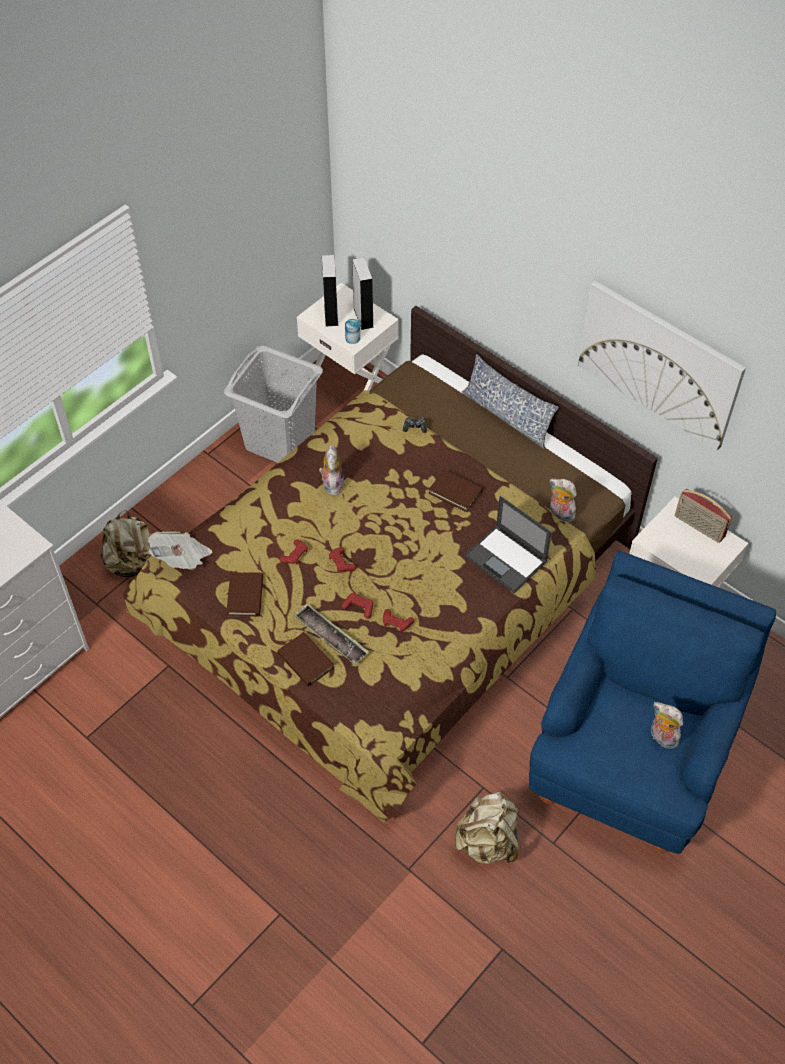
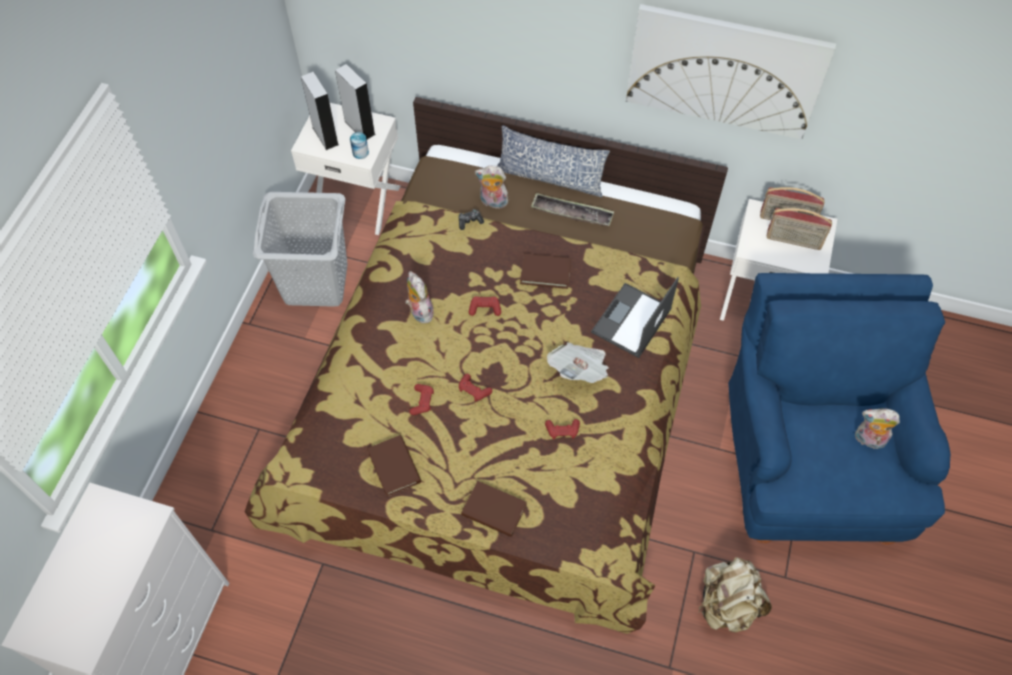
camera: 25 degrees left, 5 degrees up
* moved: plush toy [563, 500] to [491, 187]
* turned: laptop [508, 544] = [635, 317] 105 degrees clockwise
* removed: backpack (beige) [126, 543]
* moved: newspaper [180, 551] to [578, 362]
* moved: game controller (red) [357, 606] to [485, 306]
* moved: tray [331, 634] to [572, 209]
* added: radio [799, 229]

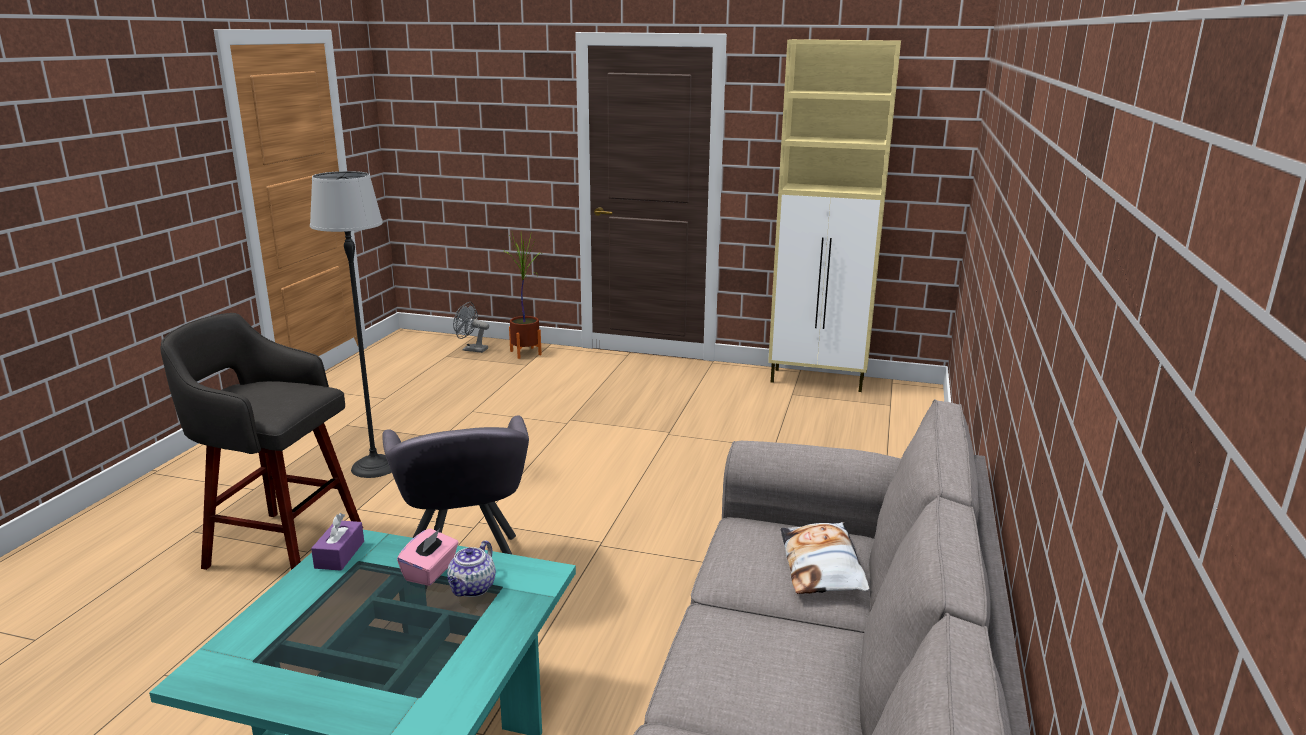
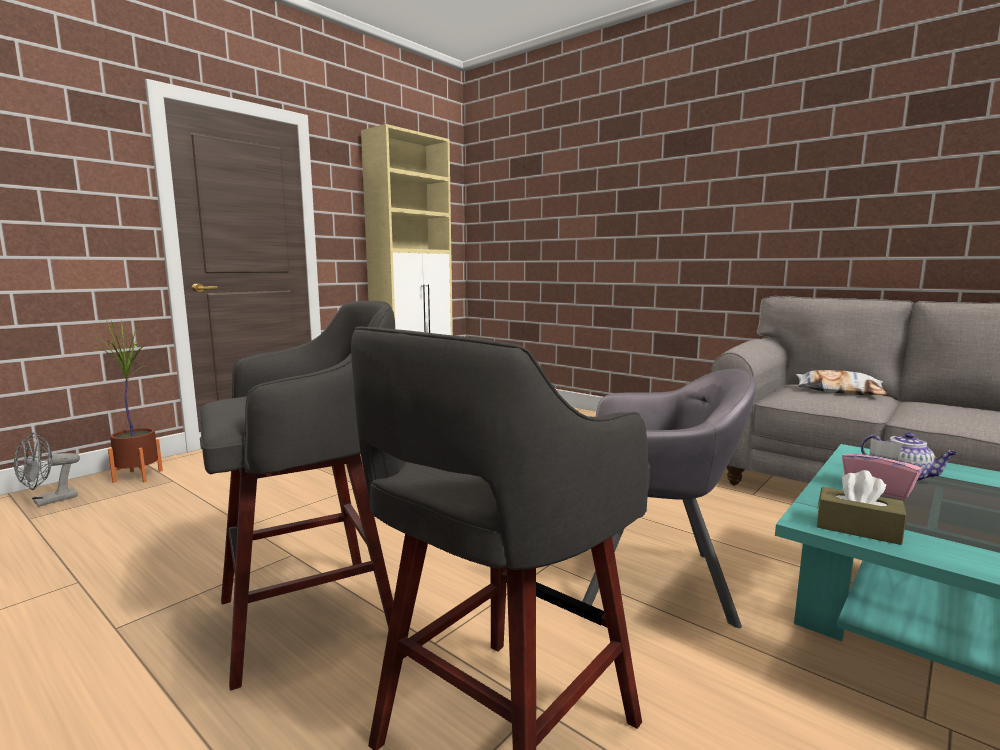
camera: 65 degrees left, 10 degrees down
* replaced: floor lamp [351, 324] to stool (grey) [297, 495]
* recoloured: tissue box (purple) [337, 542] to tissue box (brown) [862, 507]

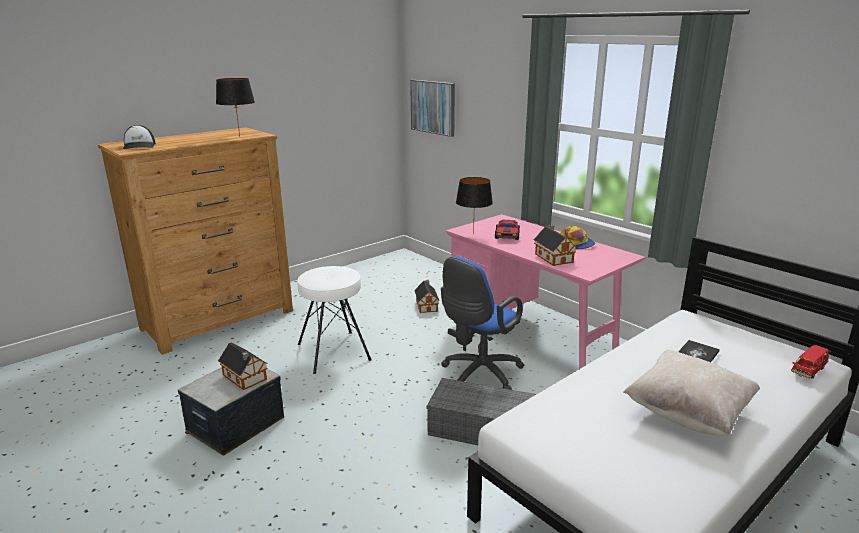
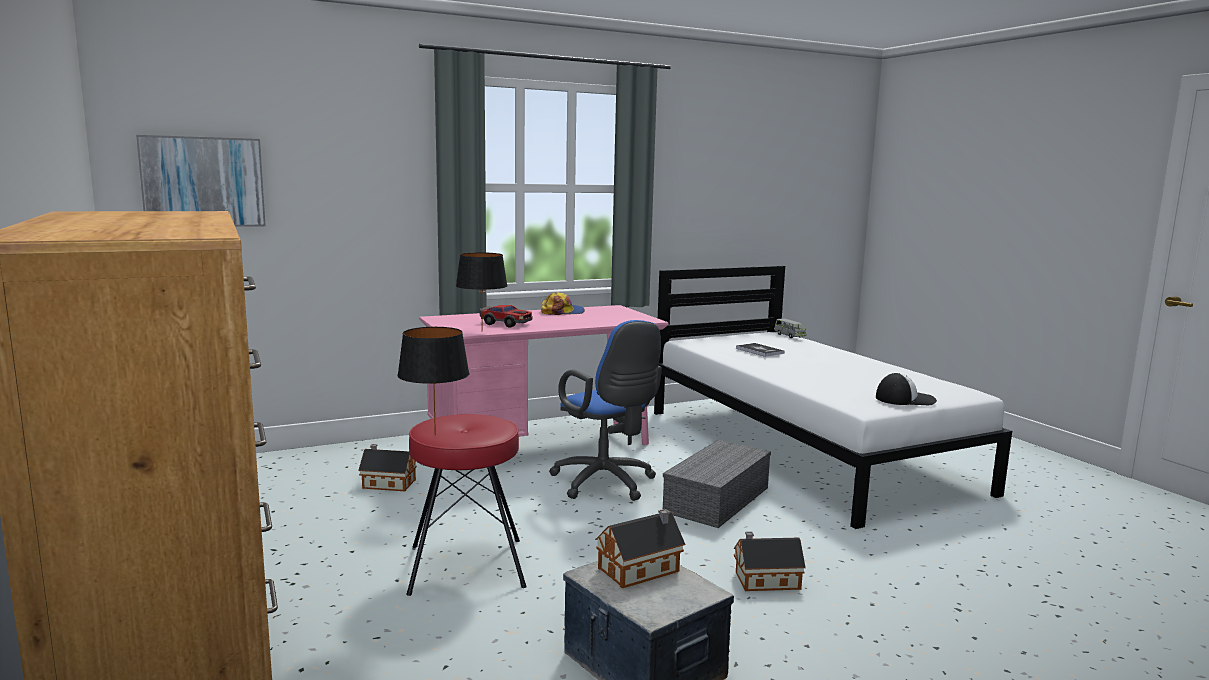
camera: 75 degrees left, 10 degrees down
* moved: table lamp (black) [235, 107] to [433, 381]
* moved: cap [139, 137] to [906, 389]
* moved: toy house [555, 245] to [770, 561]
* recoloured: stool (white) [335, 320] to stool (red) [466, 505]
* recoloured: toy car (red) [810, 362] to toy car (grey) [790, 328]
* removed: pillow (beige) [691, 393]

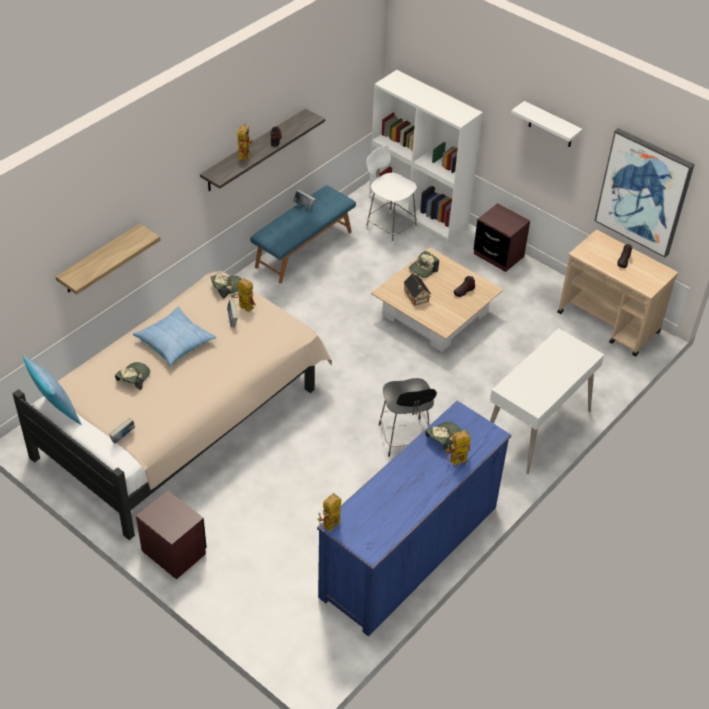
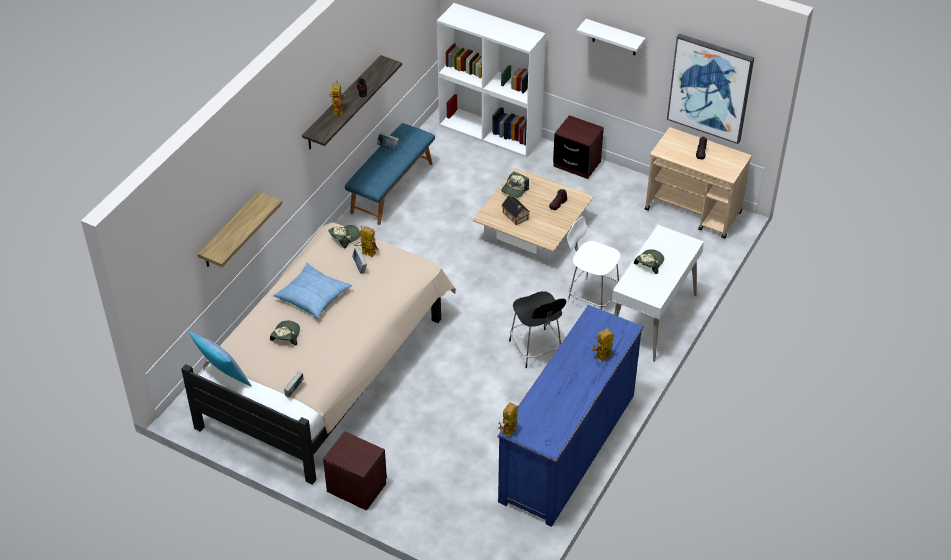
camera: 10 degrees left, 0 degrees up
* moved: stool (white) [391, 195] to [593, 263]
* moved: cap [443, 437] to [649, 261]

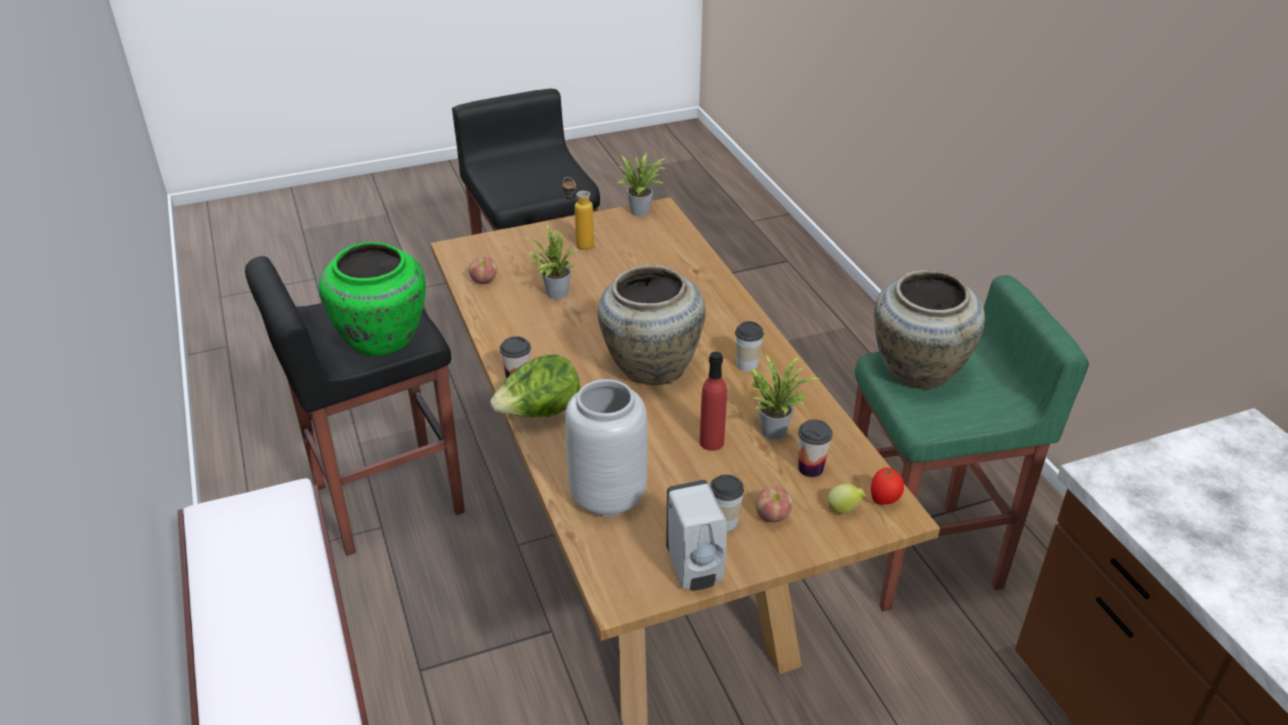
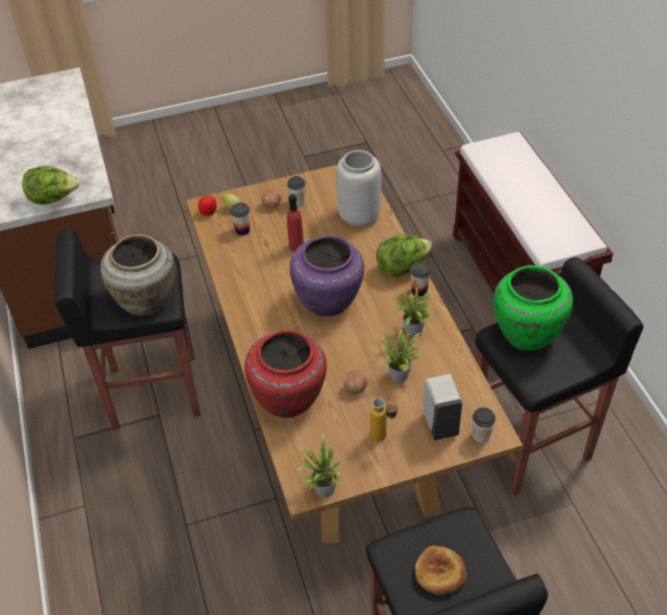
camera: 175 degrees left, 10 degrees up
* moved: apple [483, 270] to [356, 382]
* recoloured: vase (beige) [651, 325] to vase (purple) [327, 276]
* recoloured: stool (green) [971, 443] to stool (black) [127, 329]
* moved: cup [749, 346] to [484, 425]
* moved: potted plant [785, 396] to [412, 312]
* moved: soap dispenser (white) [696, 535] to [442, 407]
* added: lettuce [51, 185]
* added: vase (red) [285, 374]
* added: bread [441, 570]

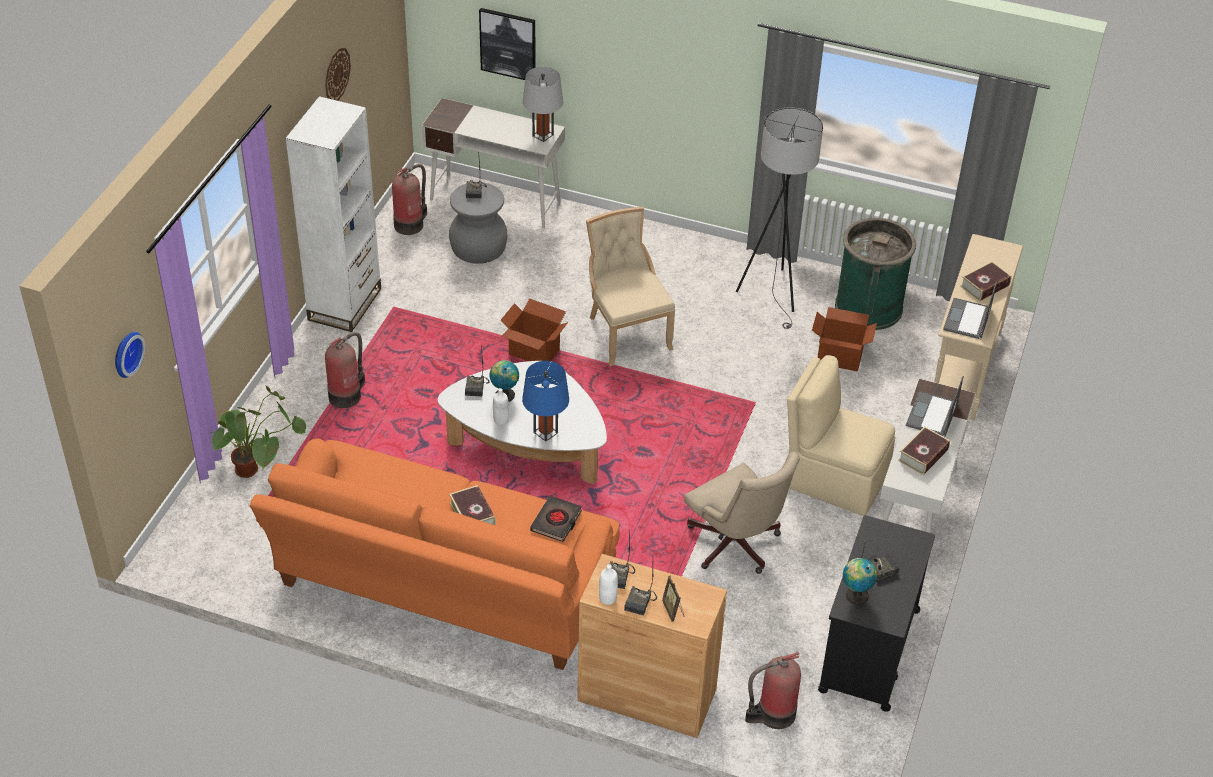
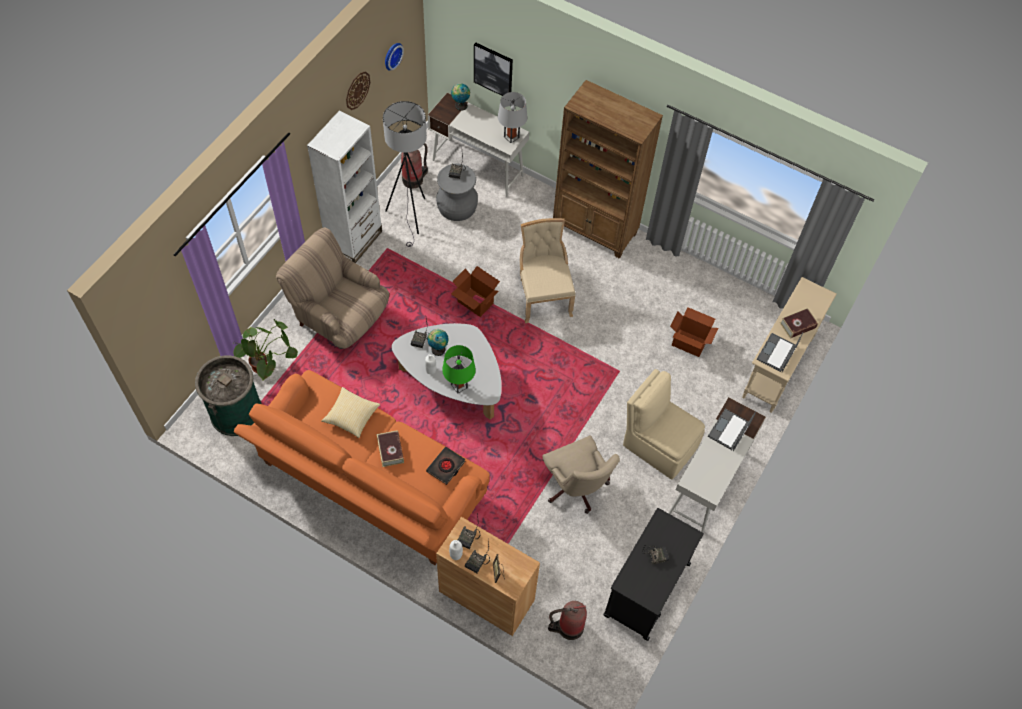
camera: 10 degrees right, 15 degrees up
* moved: floor lamp (grey) [779, 218] to [405, 174]
* moved: trash can (green) [875, 274] to [228, 395]
* moved: wall clock [130, 355] to [394, 57]
* replaced: fire extinguisher [345, 370] to armchair (beige) [332, 288]
* recoloured: table lamp (blue) [545, 401] to table lamp (green) [459, 369]
* removed: book [924, 450]
* moved: globe [860, 581] to [460, 97]
* added: bookcase (brown) [608, 169]
* added: pillow [350, 412]

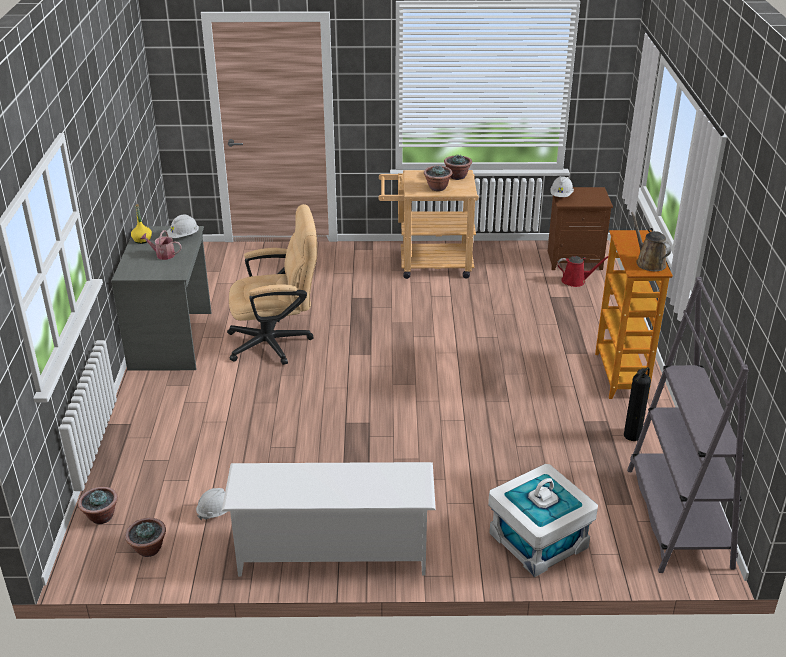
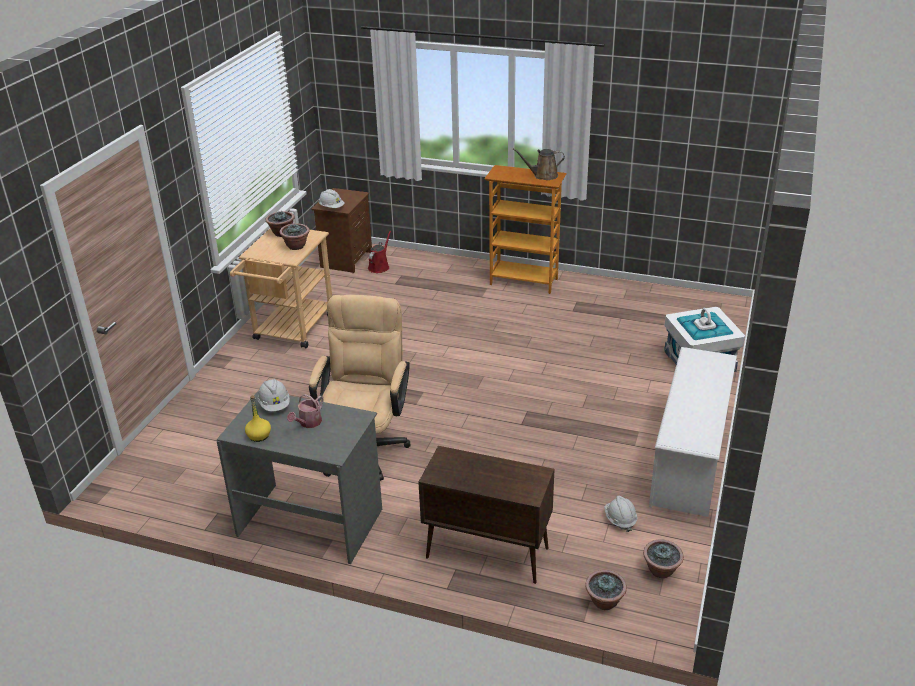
camera: 70 degrees left, 0 degrees up
* removed: bookcase (grey) [688, 425]
* removed: fire extinguisher [637, 404]
* added: cabinet (brown) [486, 515]

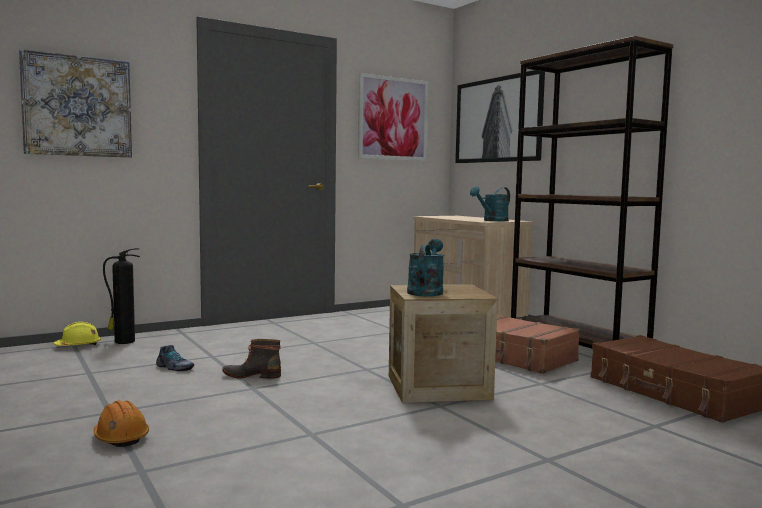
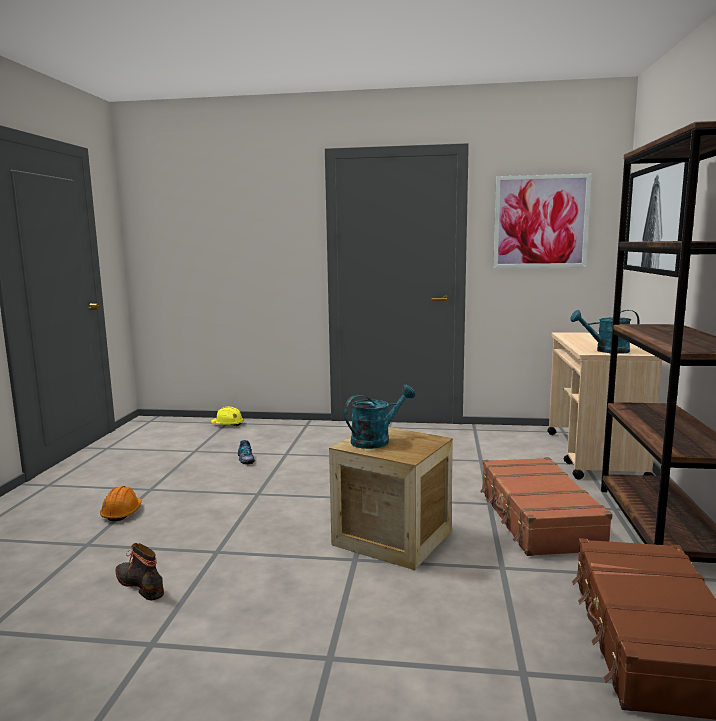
camera: 40 degrees right, 5 degrees up
* removed: picture [75, 103]
* removed: fire extinguisher [121, 296]
* moved: boot [251, 359] to [139, 571]

